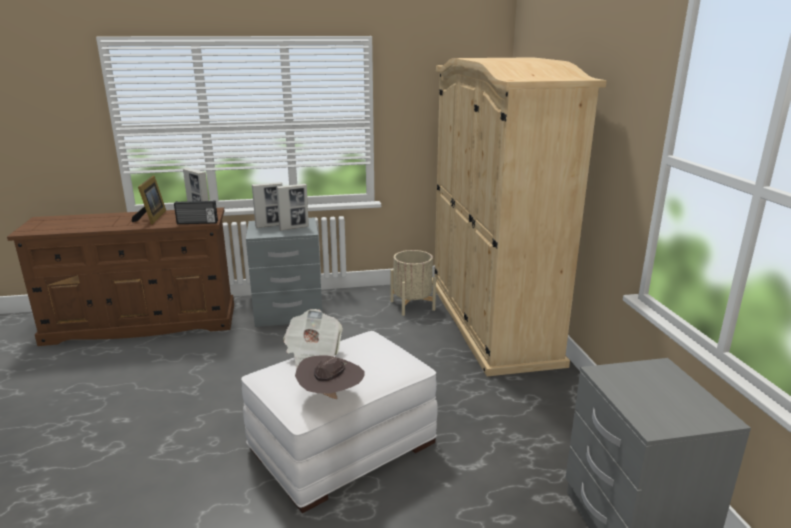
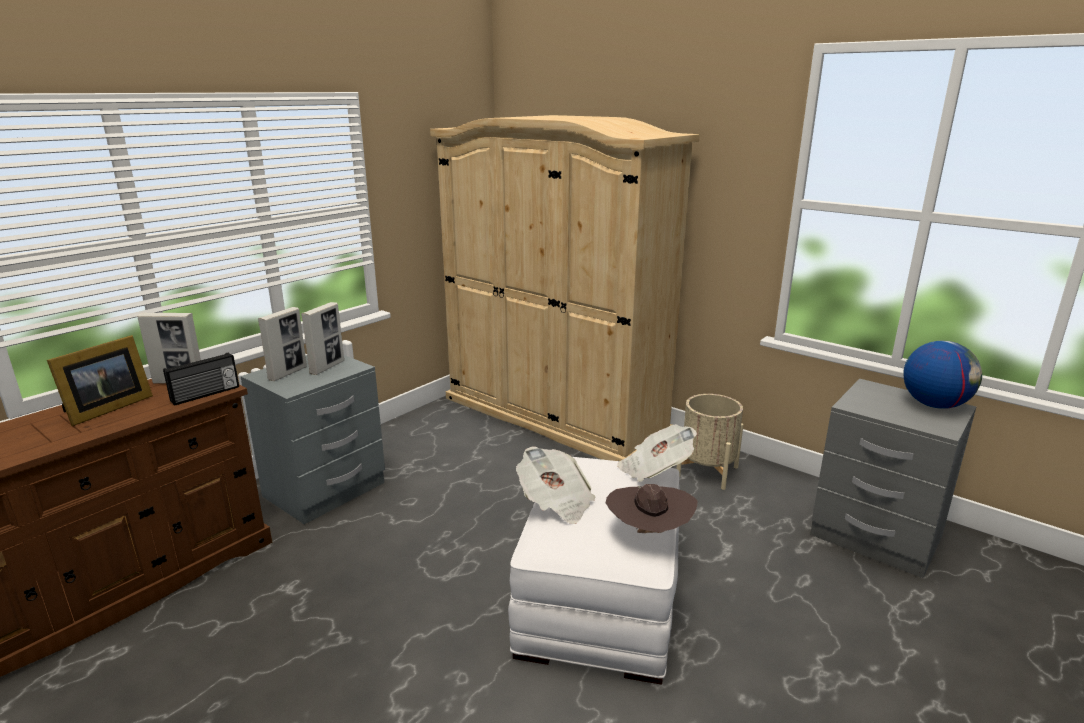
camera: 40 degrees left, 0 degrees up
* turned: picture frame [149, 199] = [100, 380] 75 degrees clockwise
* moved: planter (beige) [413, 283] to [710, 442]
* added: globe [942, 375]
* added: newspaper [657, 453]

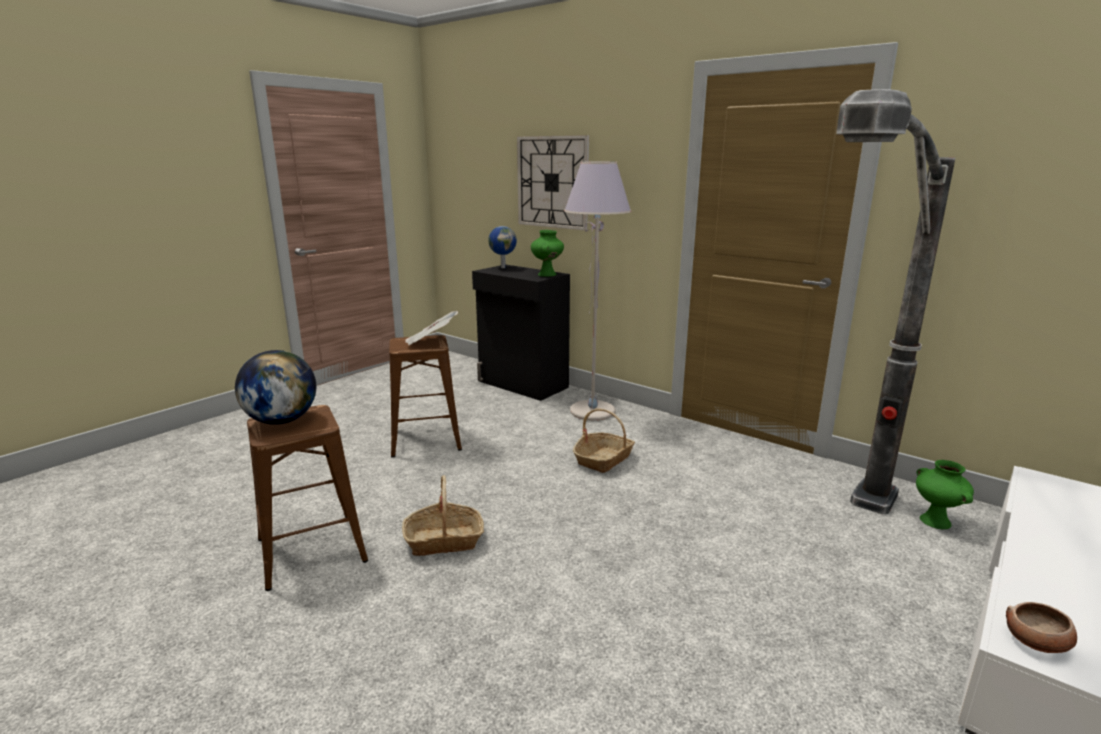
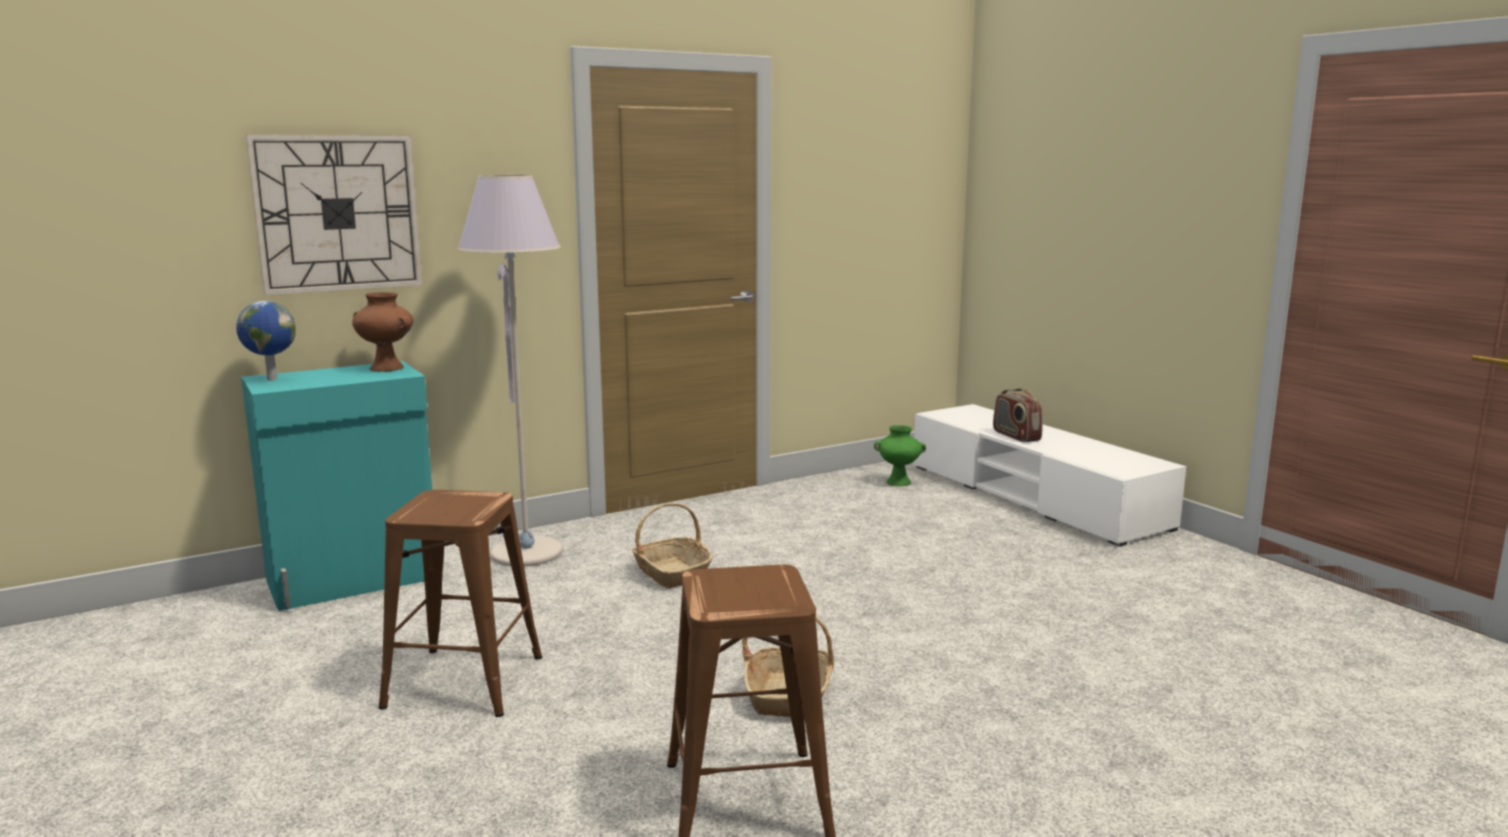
camera: 70 degrees left, 5 degrees down
* removed: floor lamp [896, 301]
* recoloured: vase (green) [547, 253] to vase (brown) [382, 332]
* recoloured: cabinet (black) [521, 333] to cabinet (turquoise) [336, 486]
* removed: newspaper [431, 328]
* removed: globe [275, 387]
* removed: bowl [1041, 627]
* added: radio [1017, 415]

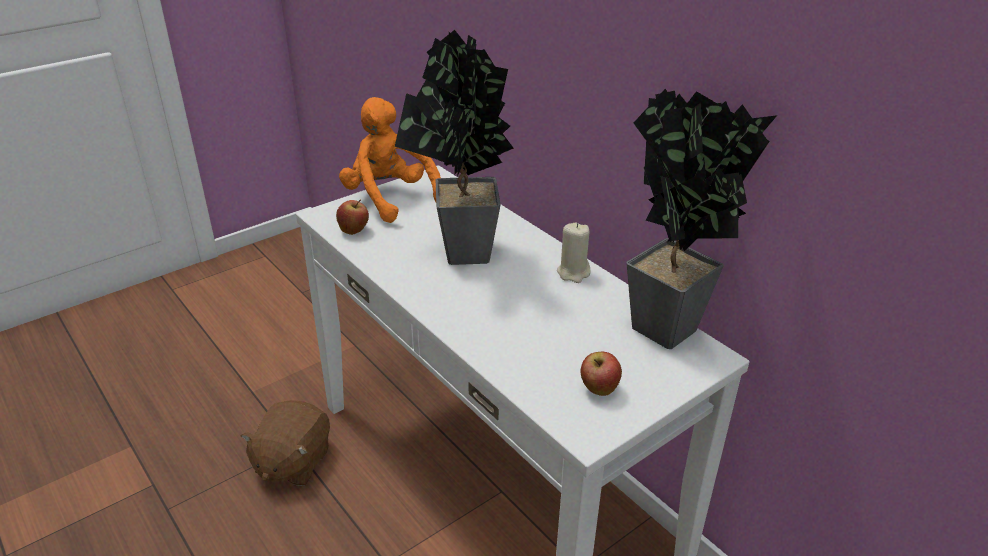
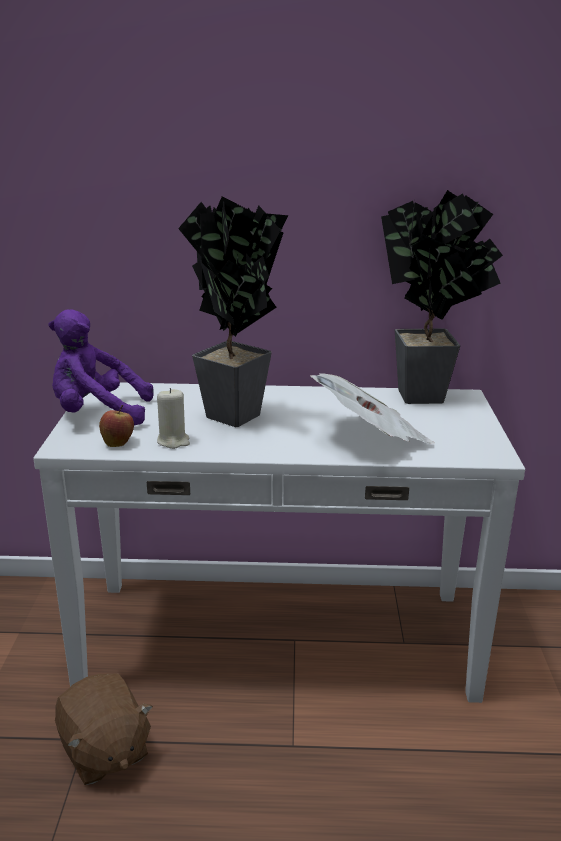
camera: 50 degrees left, 10 degrees down
* recoloured: plush toy (orange) [390, 160] to plush toy (purple) [101, 367]
* moved: candle (beige) [573, 253] to [173, 418]
* removed: apple [601, 374]
* added: newspaper [372, 408]

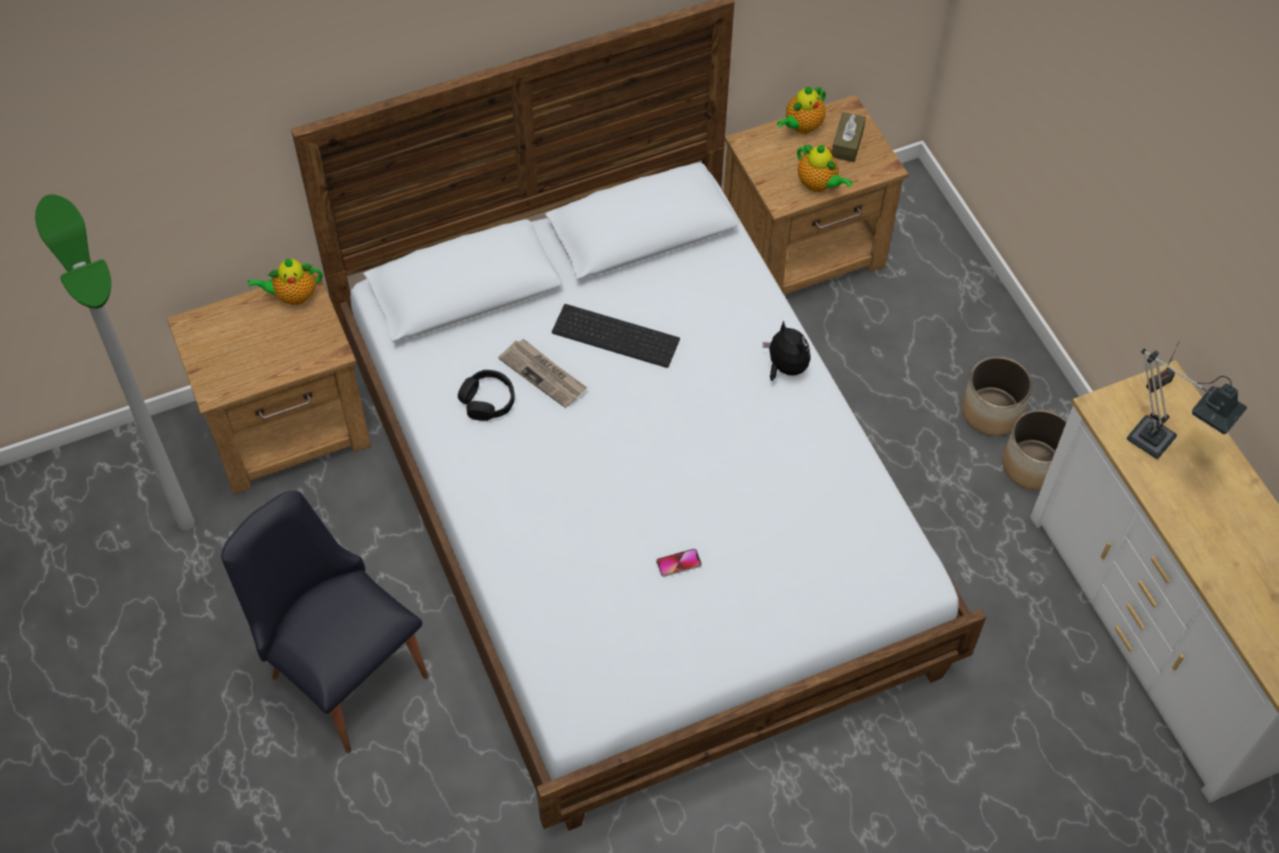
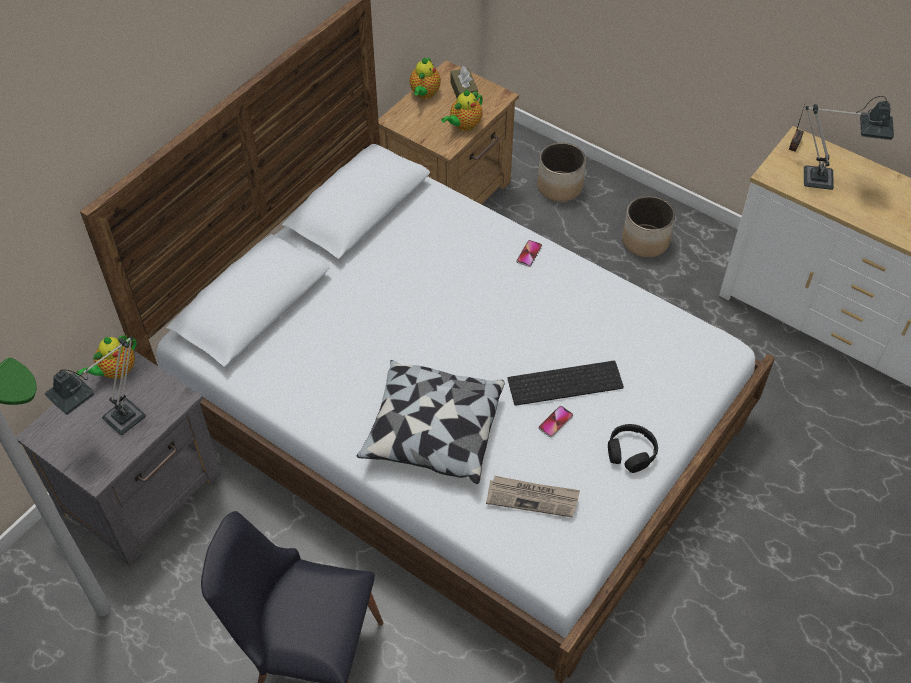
camera: 30 degrees left, 5 degrees down
* turned: teapot [825, 168] = [462, 110] 120 degrees clockwise
* recoloured: nightstand (brown) [269, 383] to nightstand (grey) [118, 458]
* moved: keyboard [616, 336] to [566, 383]
* replaced: plush toy [787, 350] to phone [529, 253]
* moved: newspaper [542, 373] to [533, 496]
* moved: headphones (black) [486, 395] to [633, 448]
* moved: planter [1034, 450] to [561, 172]
* added: table lamp [95, 385]
* added: pillow [430, 422]

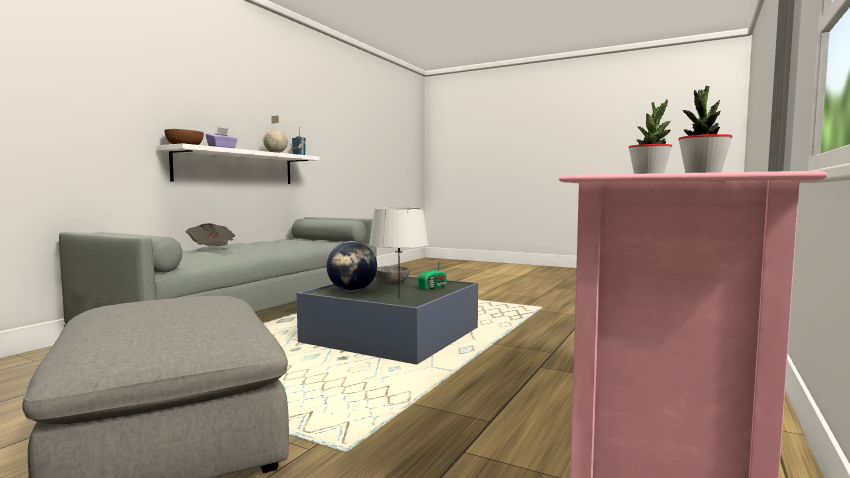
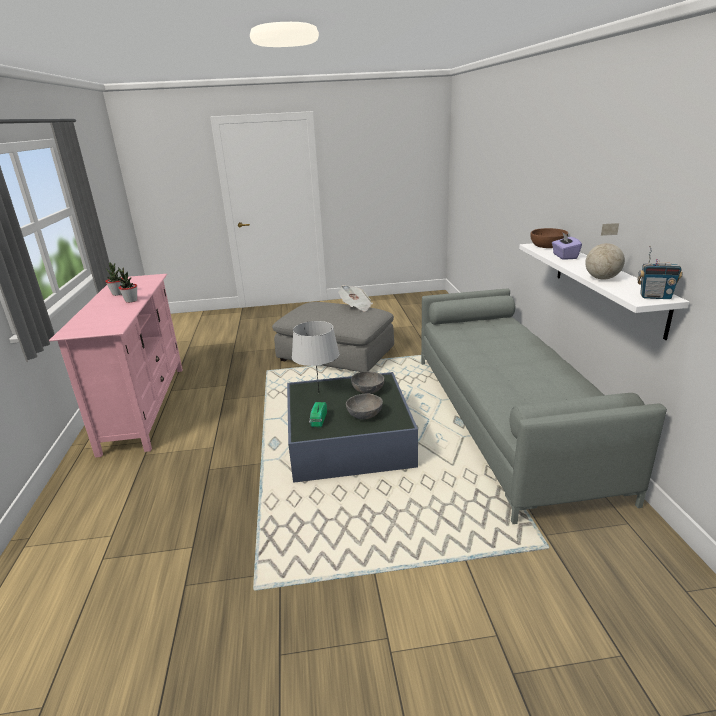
camera: 145 degrees right, 20 degrees up
* moved: newspaper [210, 234] to [355, 298]
* replaced: globe [352, 266] to bowl (grey) [367, 382]

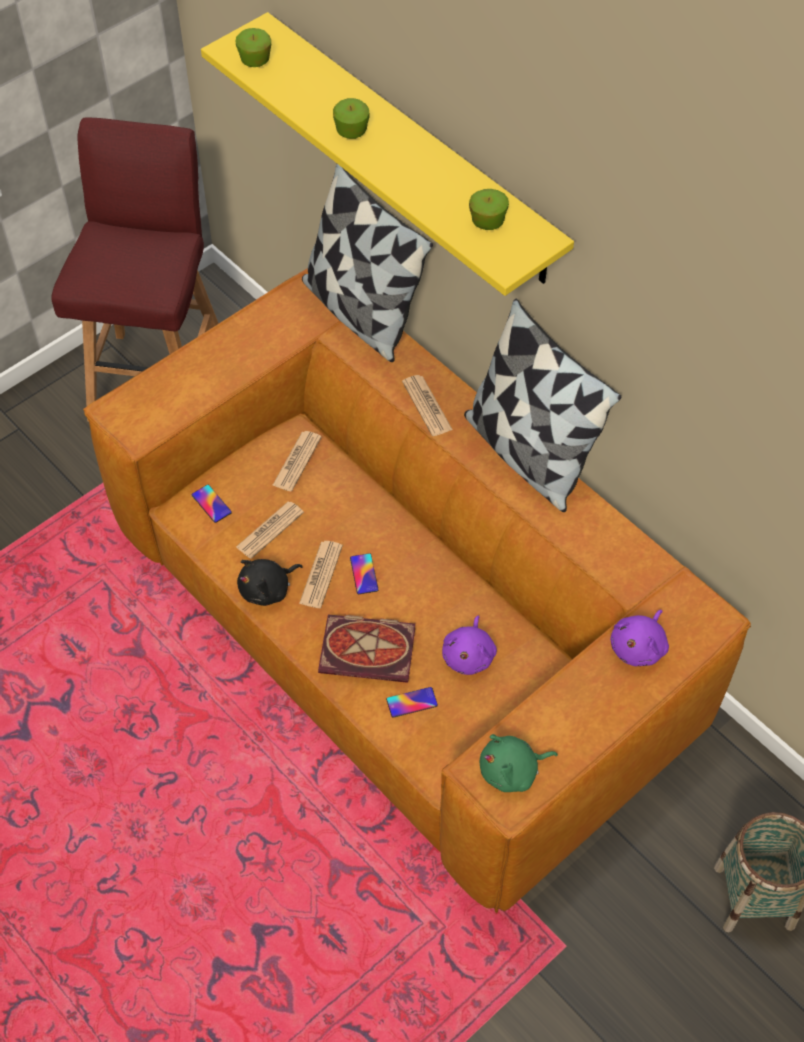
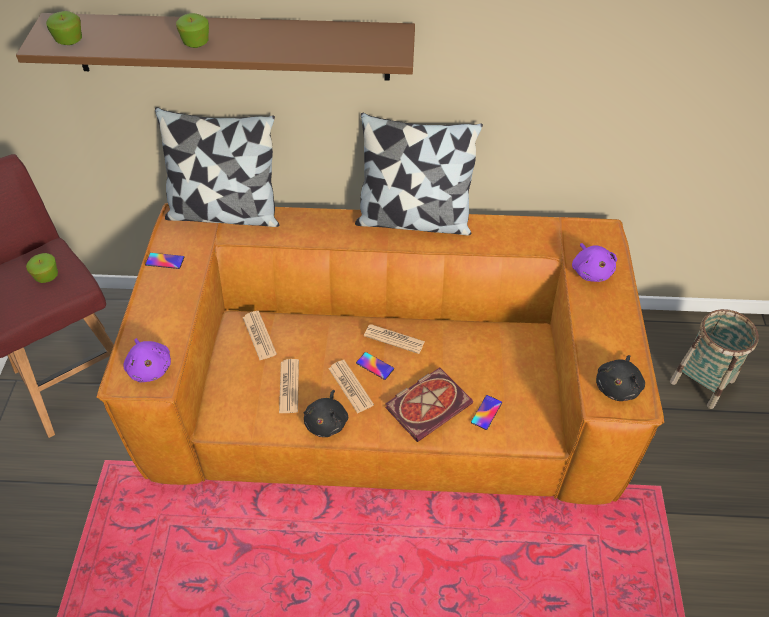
camera: 45 degrees left, 5 degrees down
* recoloured: shelf (yellow) [387, 154] to shelf (brown) [215, 47]
* moved: apple [489, 209] to [42, 268]
* moved: newspaper [427, 405] to [394, 339]
* moved: phone [211, 504] to [165, 261]
* moved: plush toy (purple) [469, 645] to [147, 360]
* recoloured: plush toy (green) [519, 763] to plush toy (black) [620, 378]

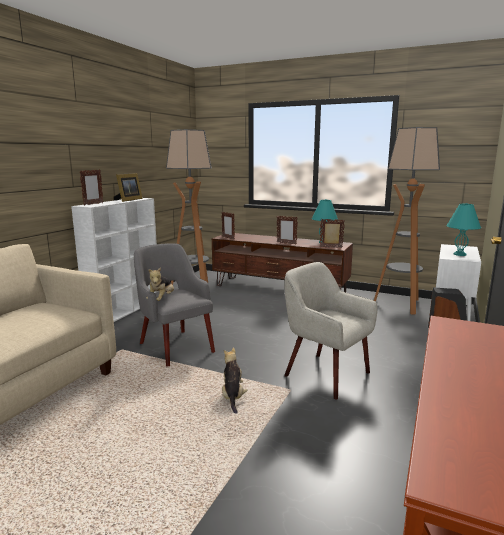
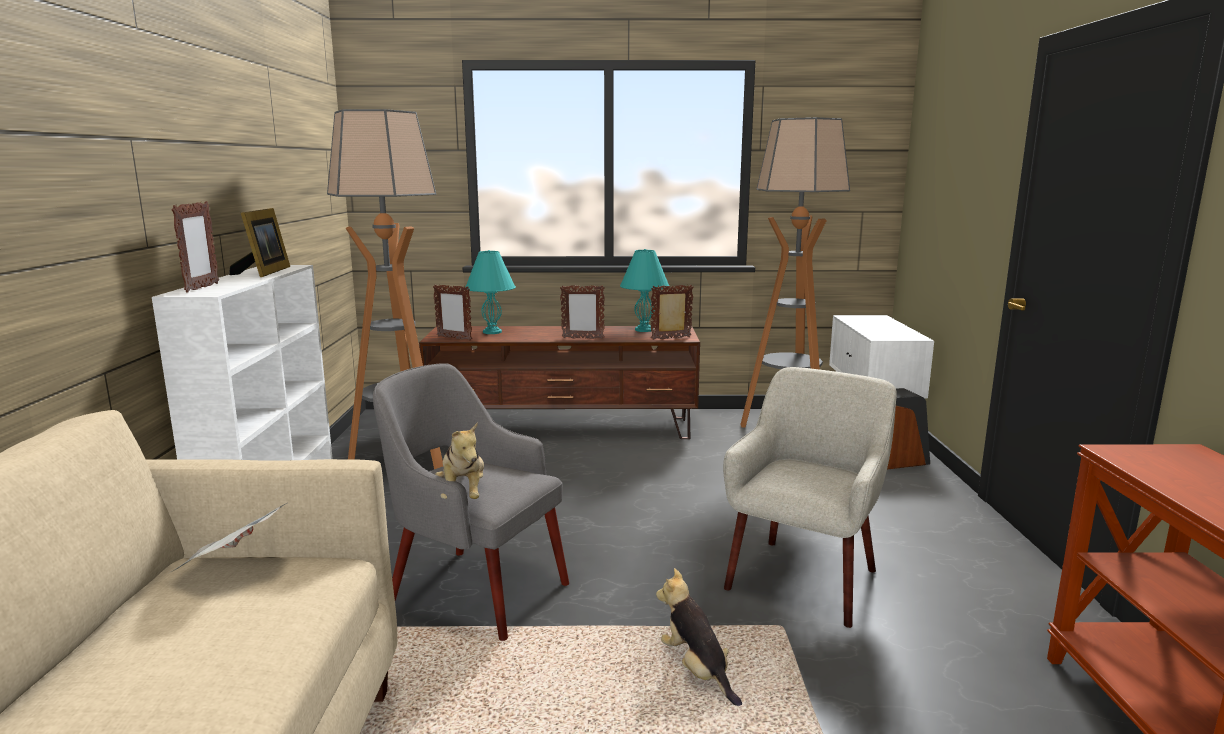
camera: 25 degrees left, 0 degrees up
* moved: table lamp (turquoise) [463, 229] to [490, 292]
* turned: armchair (beige) [331, 330] = [810, 497] 105 degrees clockwise
* added: newspaper [229, 537]

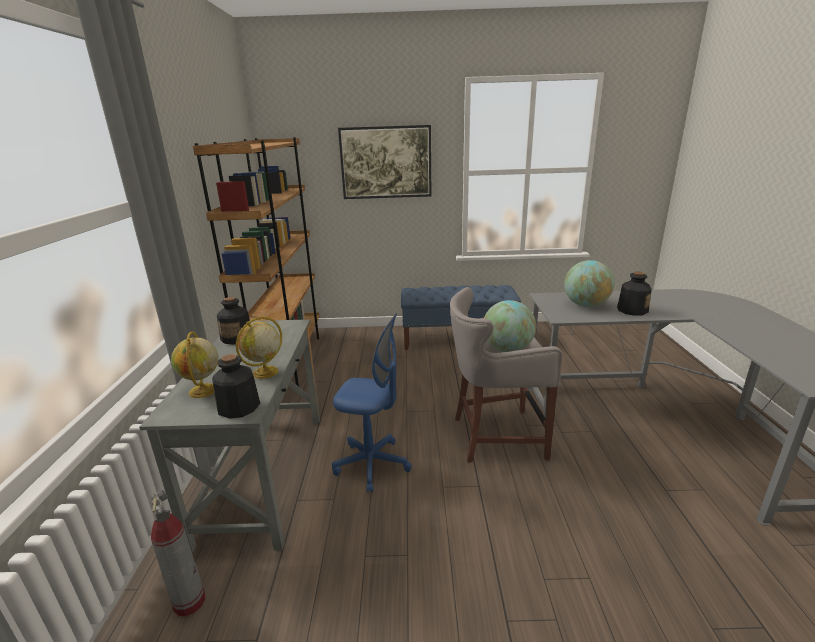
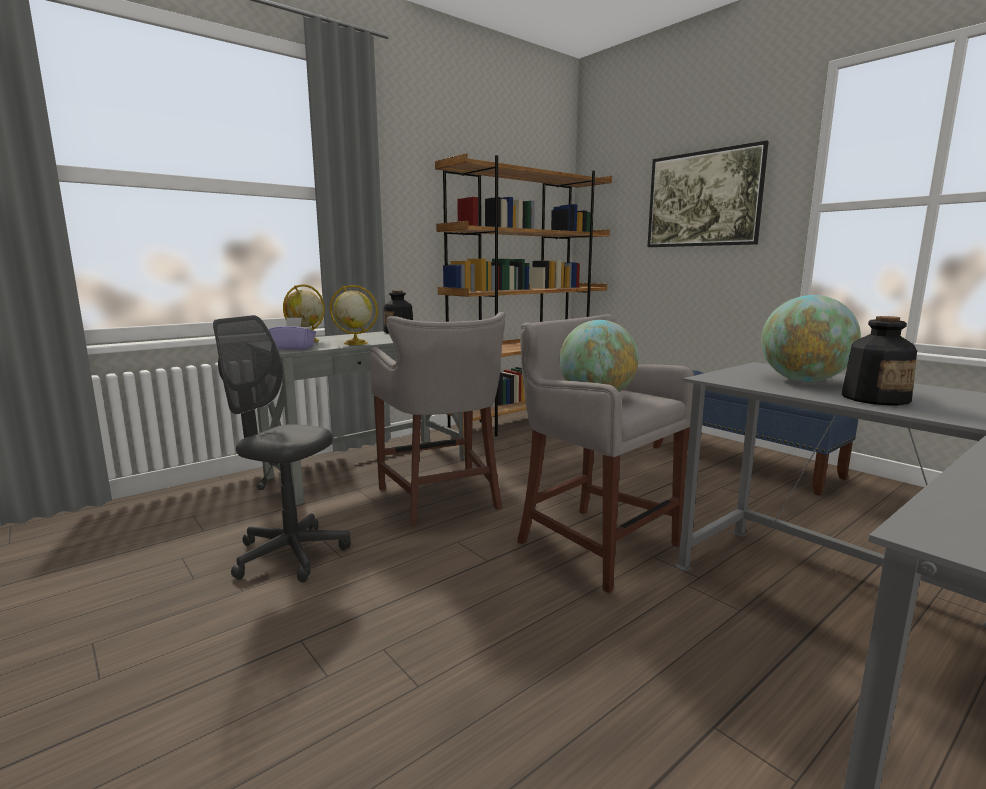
camera: 50 degrees right, 10 degrees down
* replaced: office chair (blue) [372, 403] to stool (grey) [438, 419]
* replaced: bottle [236, 386] to tissue box (purple) [292, 333]
* removed: fire extinguisher [177, 553]
* added: office chair (grey) [282, 448]

